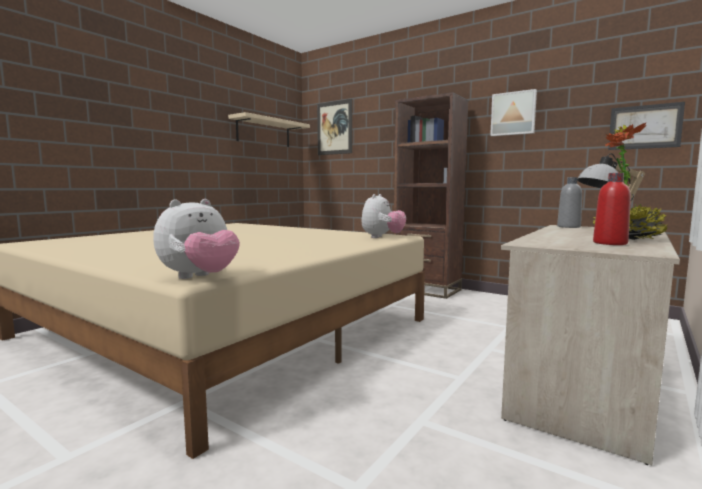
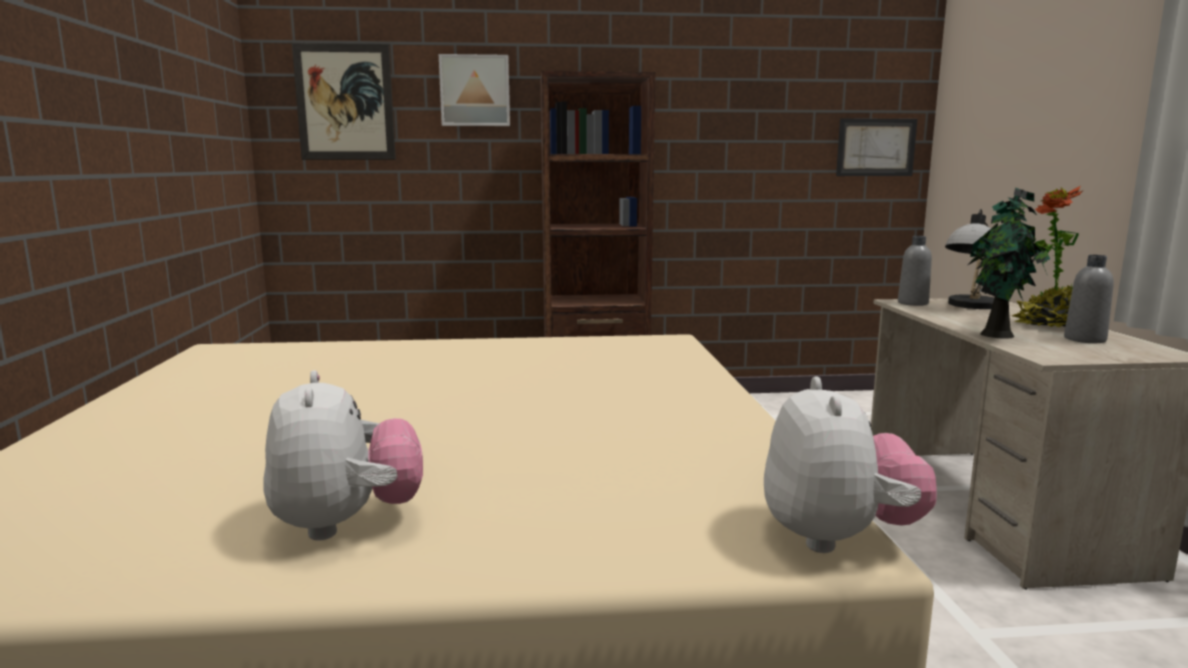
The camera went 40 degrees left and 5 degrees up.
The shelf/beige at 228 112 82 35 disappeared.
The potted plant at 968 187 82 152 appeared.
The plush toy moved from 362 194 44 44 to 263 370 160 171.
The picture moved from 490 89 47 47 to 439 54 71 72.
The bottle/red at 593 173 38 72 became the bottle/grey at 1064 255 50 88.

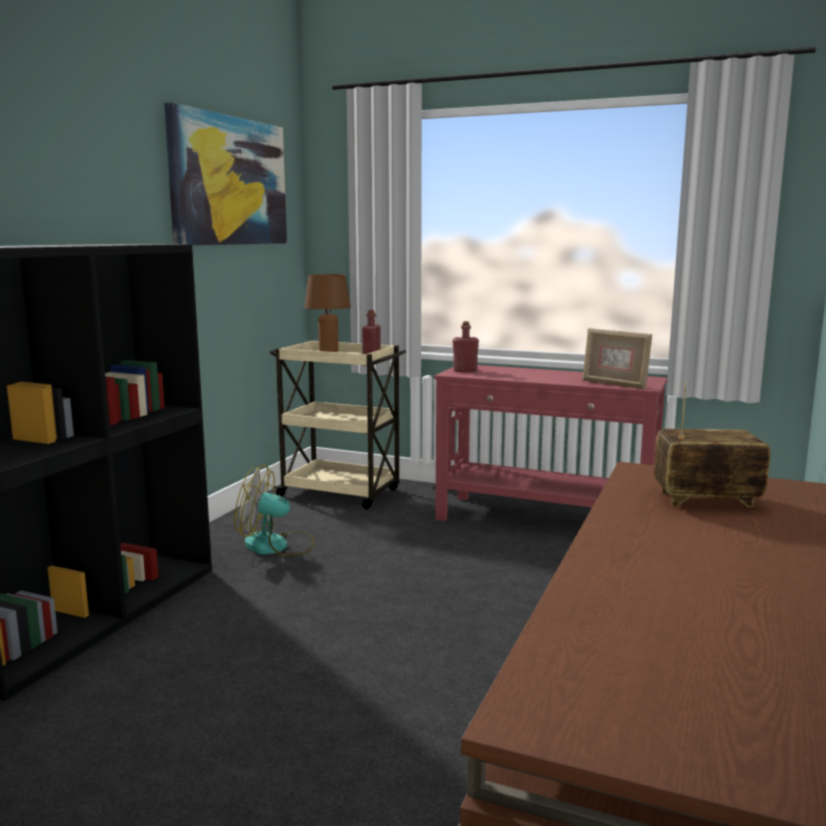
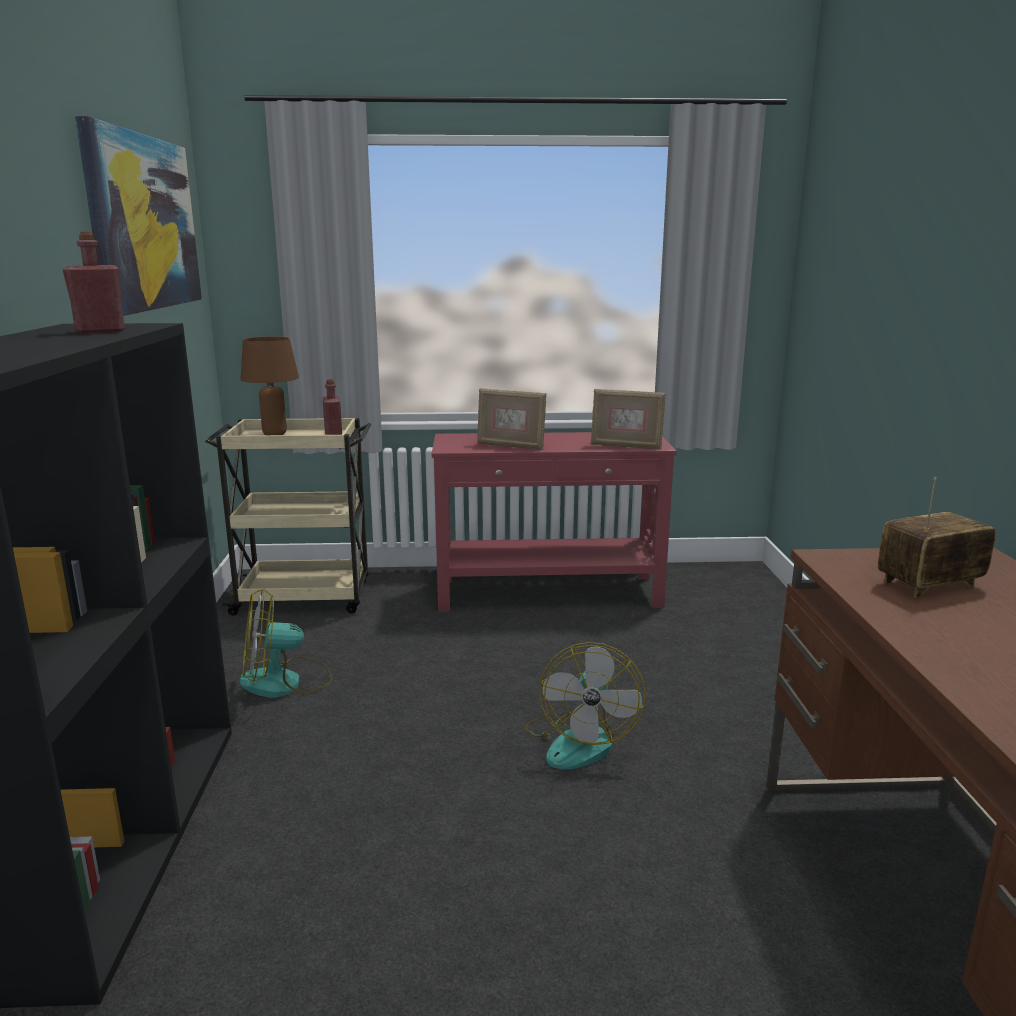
The camera went 25 degrees left and 5 degrees up.
The picture frame at 477 388 69 62 appeared.
The fan at 525 642 121 128 appeared.
The bottle/red moved from 452 321 27 51 to 62 232 63 102.

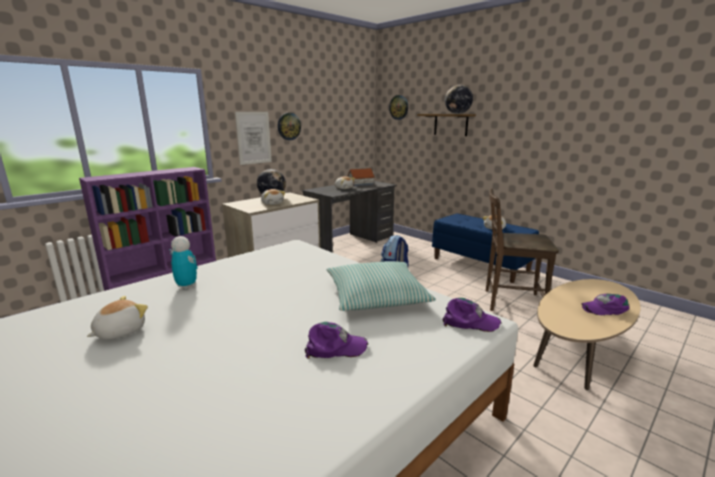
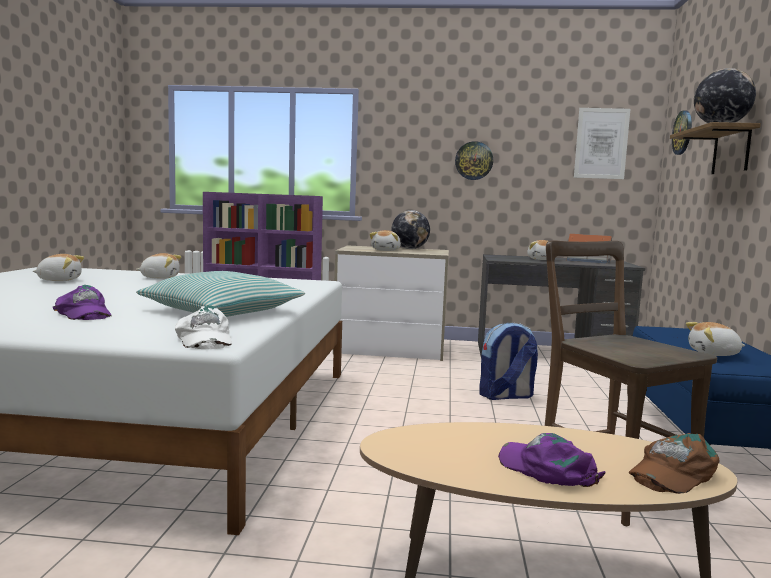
The camera went 50 degrees right and 10 degrees down.
The cap/brown at 629 433 91 61 appeared.
The picture moved from 235 112 37 53 to 574 108 56 71.
The toy robot at 169 236 29 53 was replaced by the plush toy at 136 253 46 26.
The cap/purple at 443 298 59 34 became the cap/white at 175 305 57 44.

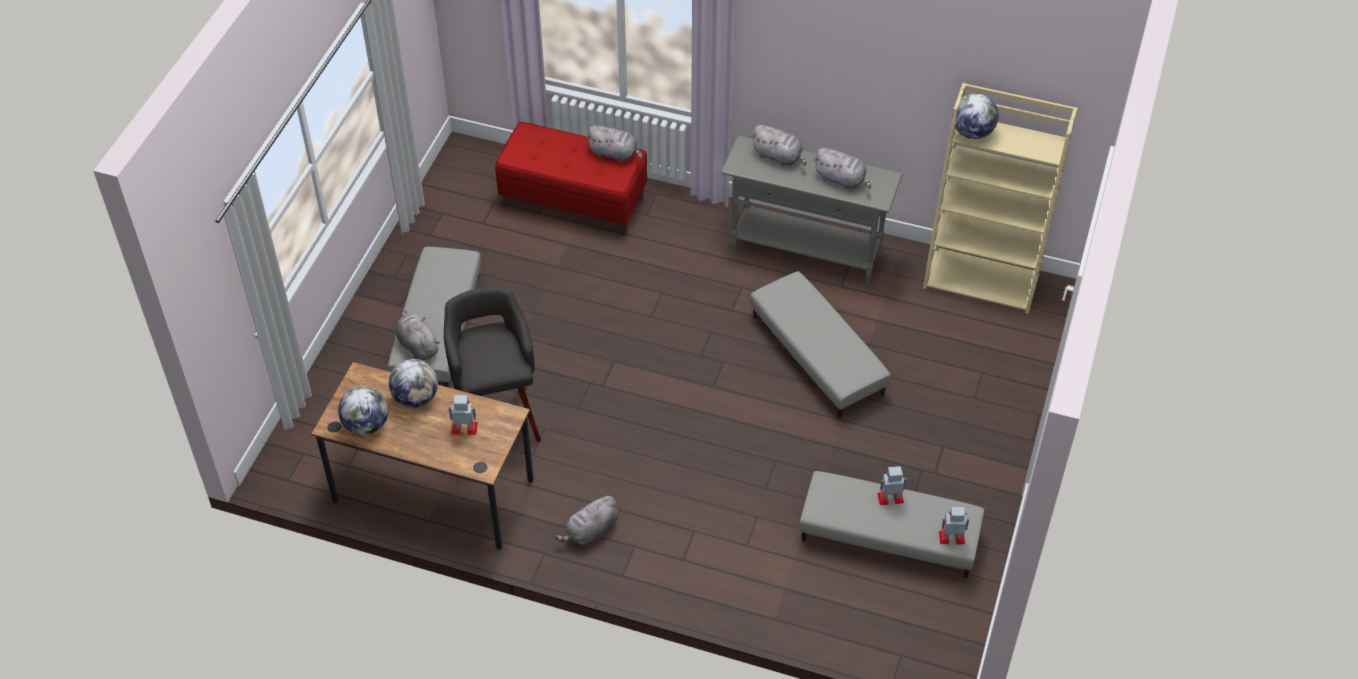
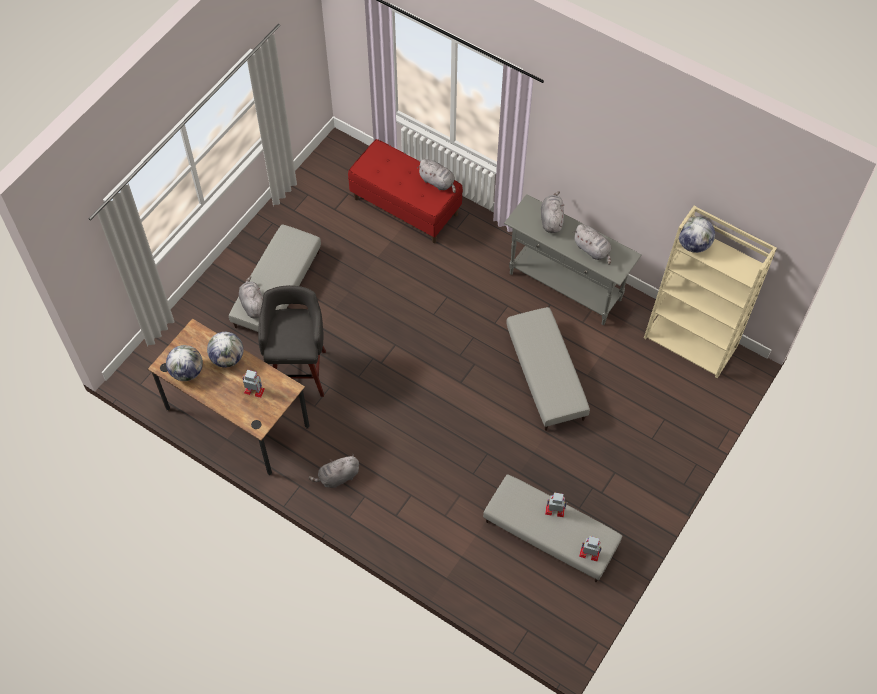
The camera went 15 degrees right and 10 degrees up.
The plush toy/grey at 751 125 55 41 turned 135 degrees counterclockwise.

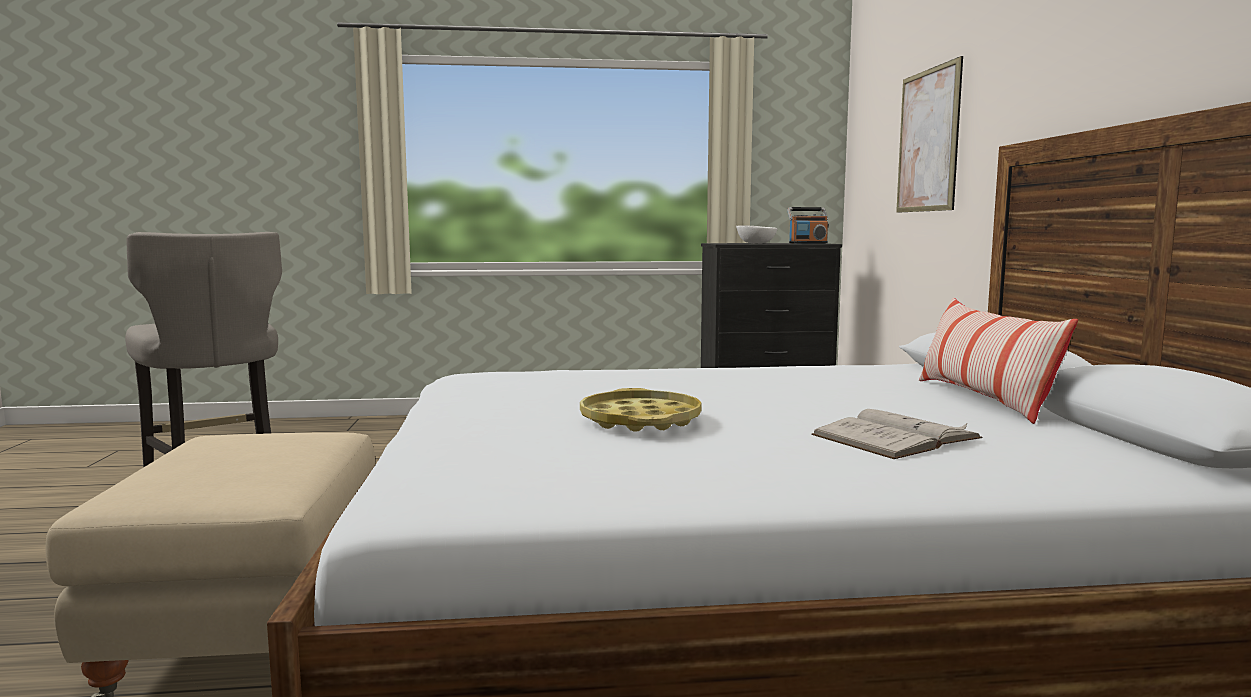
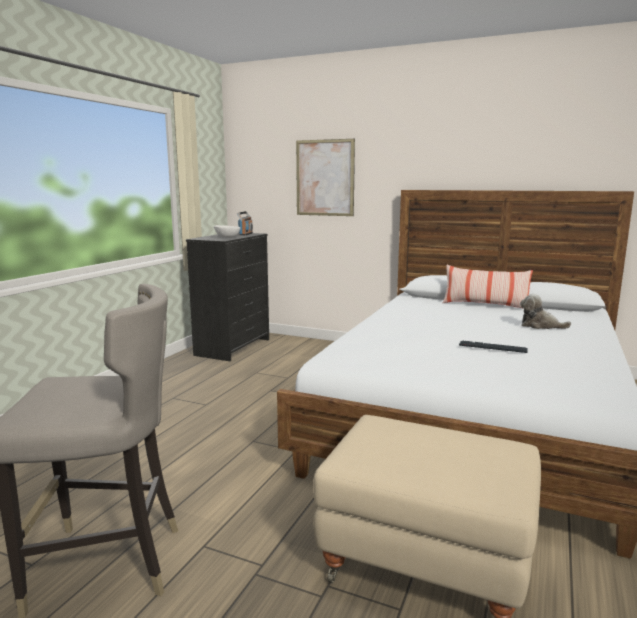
The camera went 60 degrees left and 5 degrees up.
The tray/yellow at 580 388 122 44 was replaced by the keyboard at 459 341 69 12.
The book/white at 811 409 171 50 was replaced by the plush toy at 520 294 51 35.

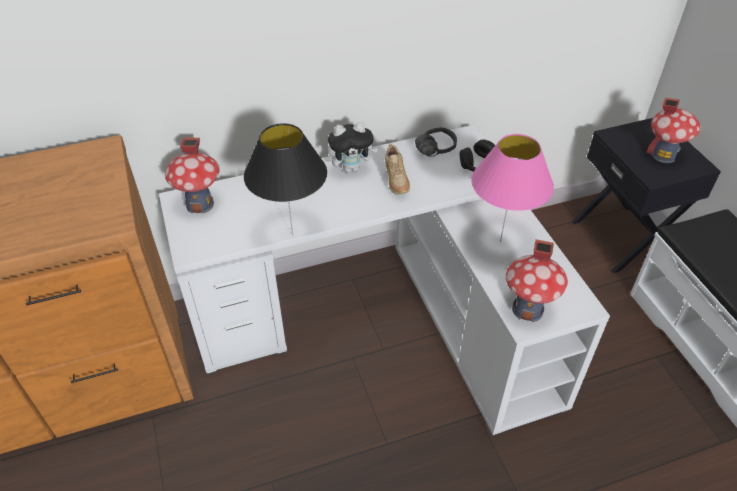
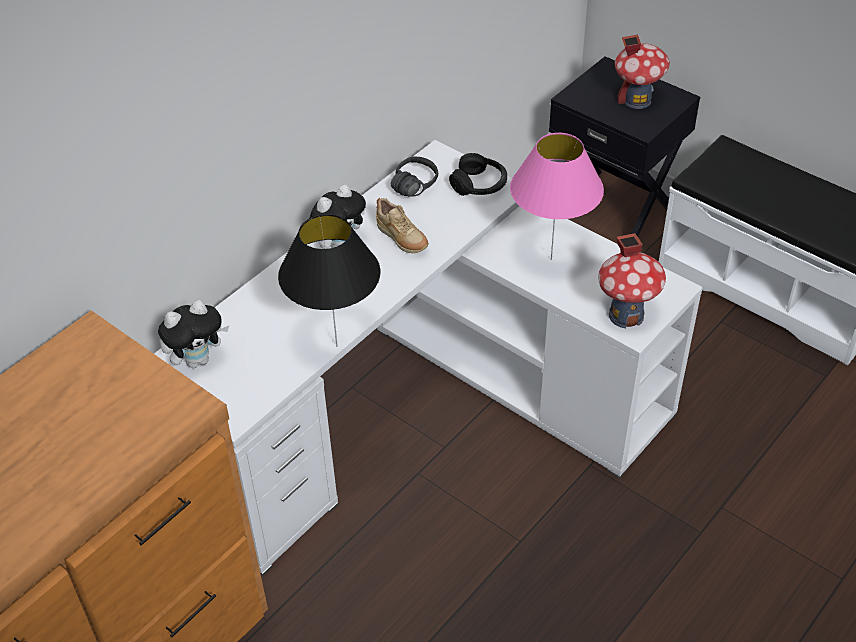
The camera went 30 degrees left and 0 degrees up.
The toy house at 165 138 55 75 was replaced by the plush toy at 158 300 71 68.

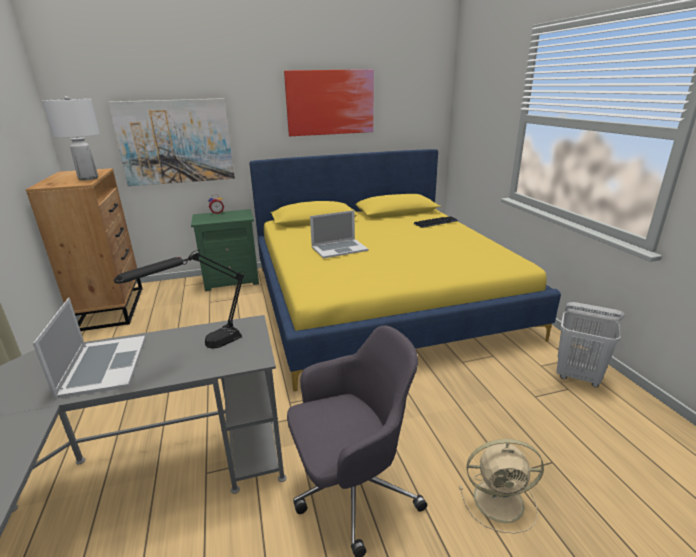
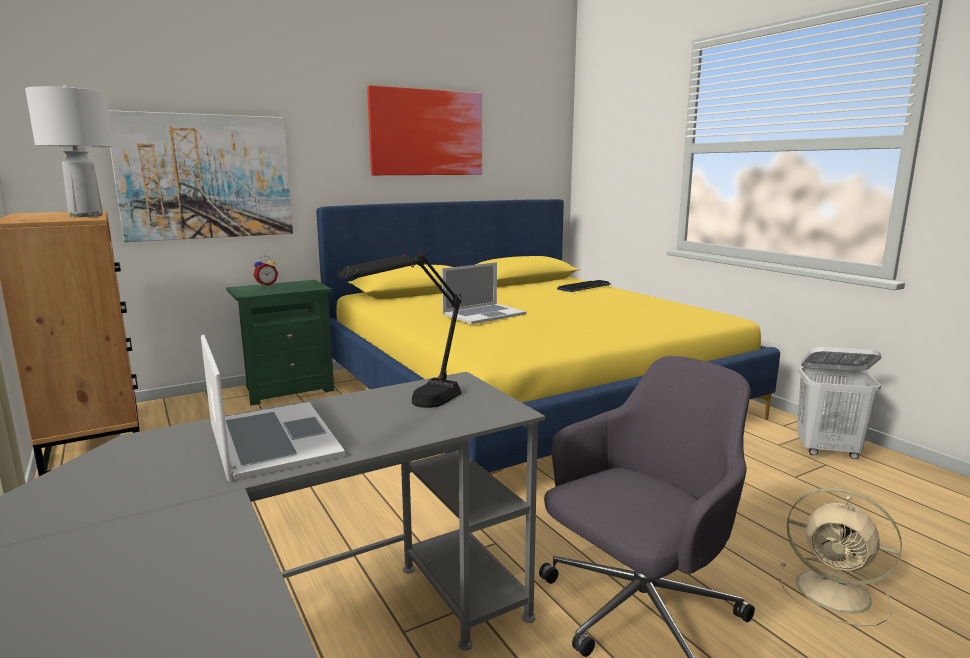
The camera went 15 degrees left and 10 degrees down.
The fan/beige at 459 439 85 95 turned 45 degrees clockwise.

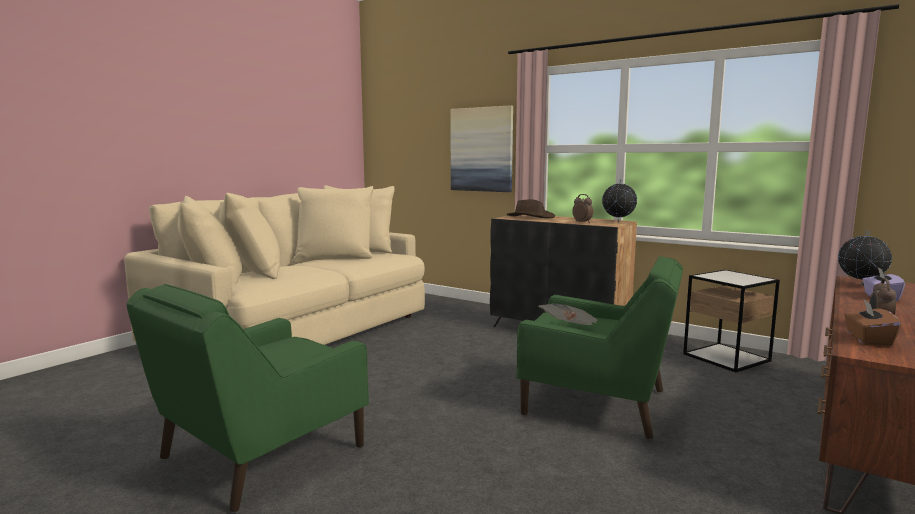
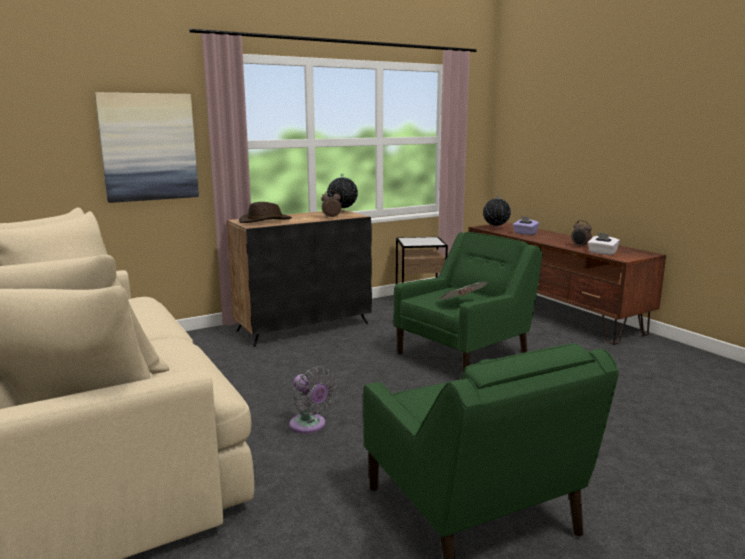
The camera went 65 degrees left and 5 degrees up.
The fan/grey at 290 366 47 67 appeared.
The tissue box/brown at 844 300 57 47 became the tissue box/white at 588 233 32 22.

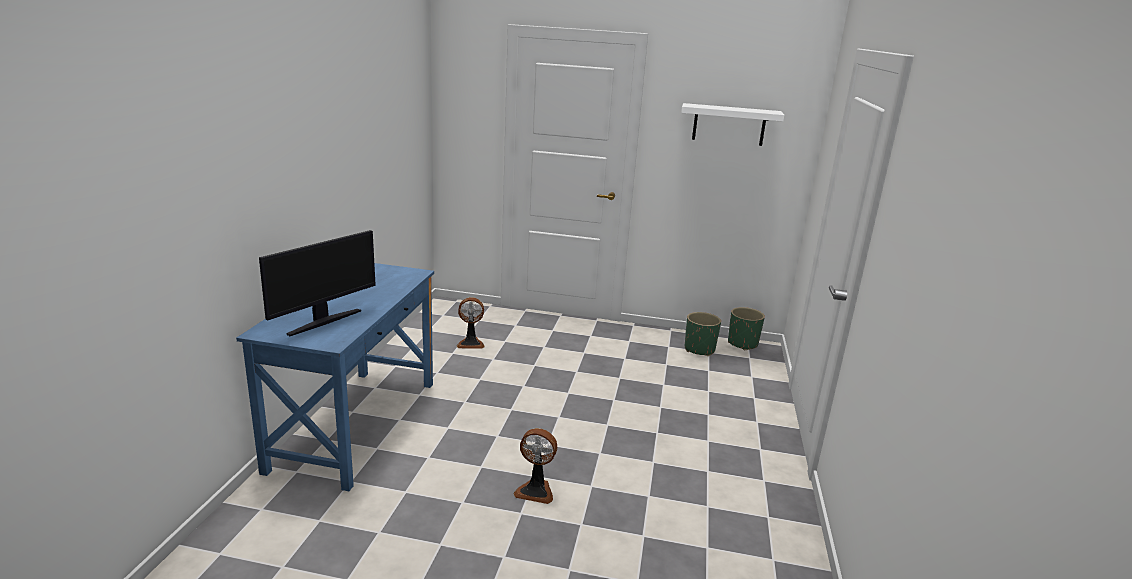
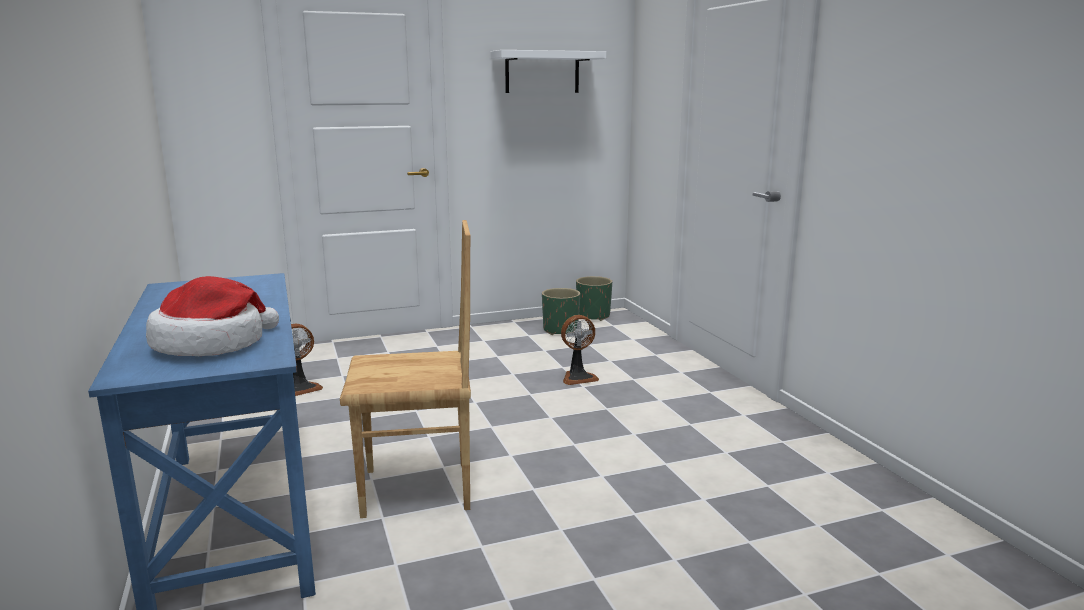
The camera went 30 degrees left and 5 degrees down.
The chair/brown at 340 220 131 298 appeared.
The fan moved from 514 428 43 76 to 561 315 38 70.
The monitor at 259 230 117 106 was replaced by the hat at 146 276 133 80.

